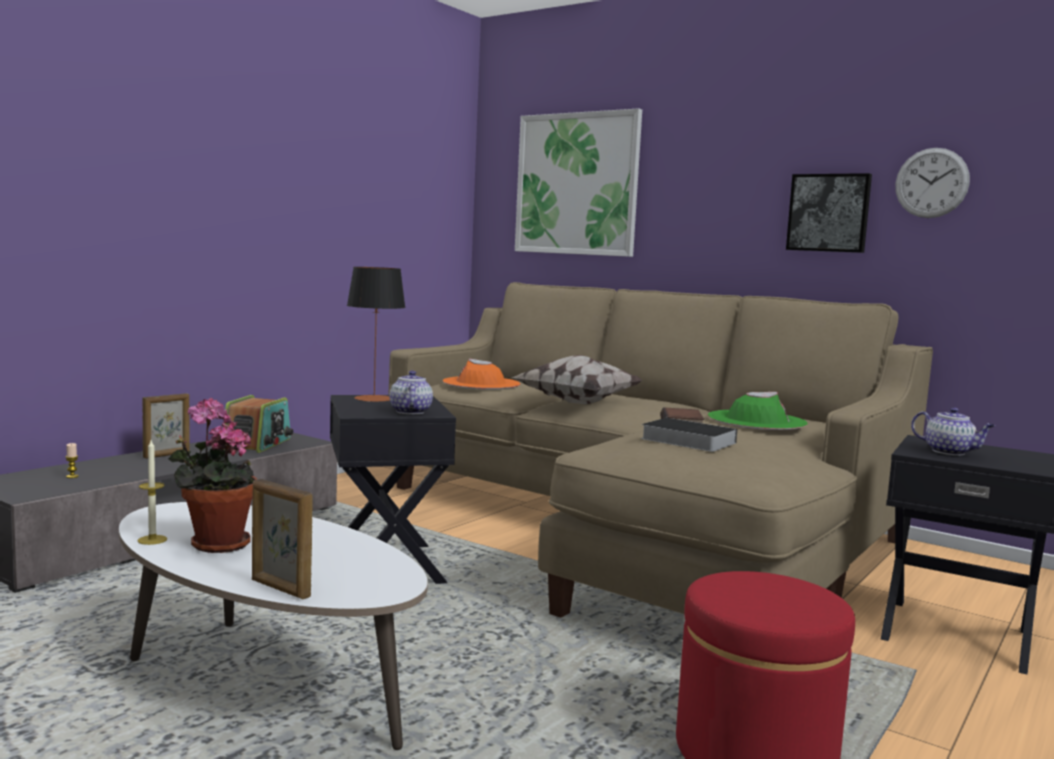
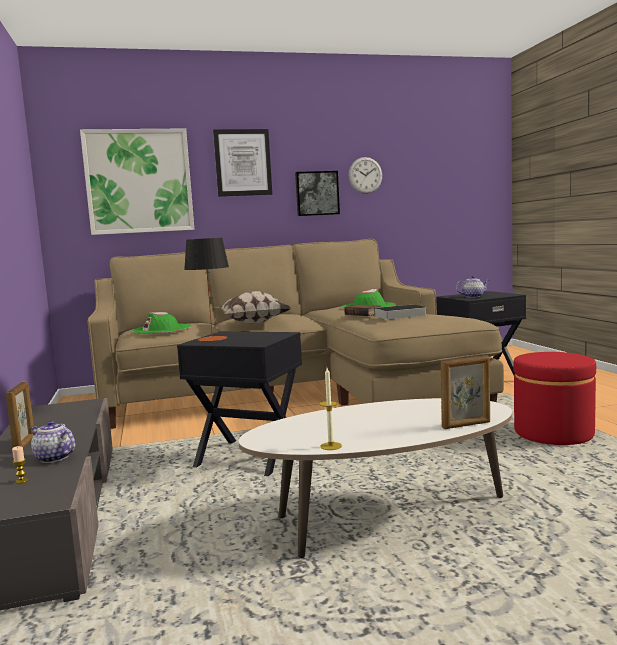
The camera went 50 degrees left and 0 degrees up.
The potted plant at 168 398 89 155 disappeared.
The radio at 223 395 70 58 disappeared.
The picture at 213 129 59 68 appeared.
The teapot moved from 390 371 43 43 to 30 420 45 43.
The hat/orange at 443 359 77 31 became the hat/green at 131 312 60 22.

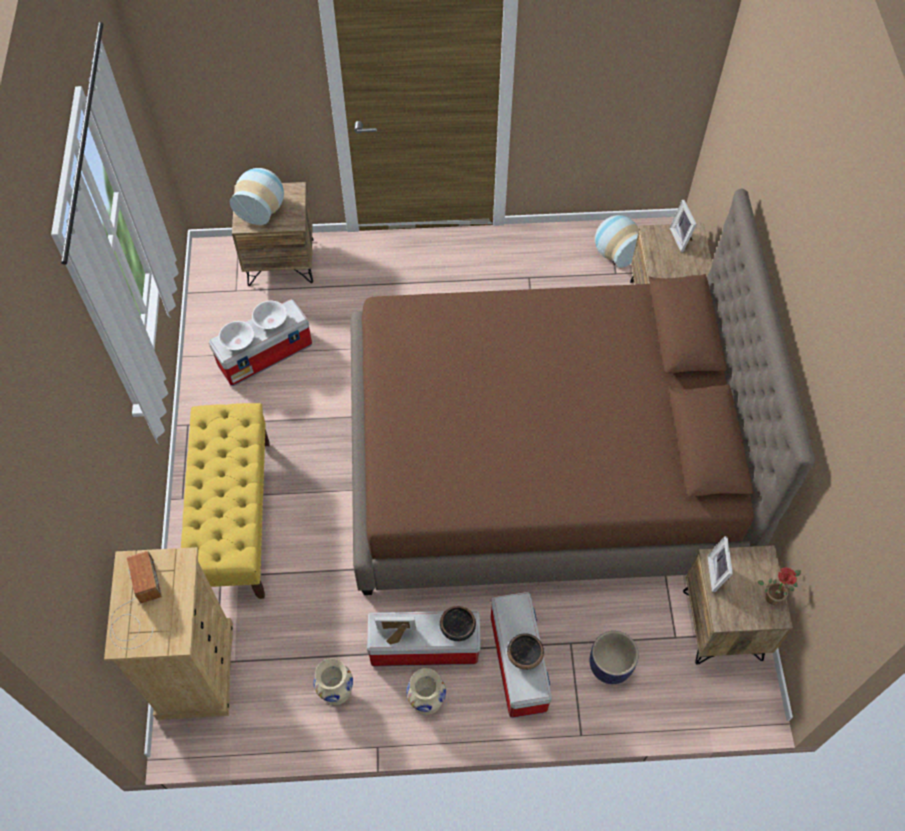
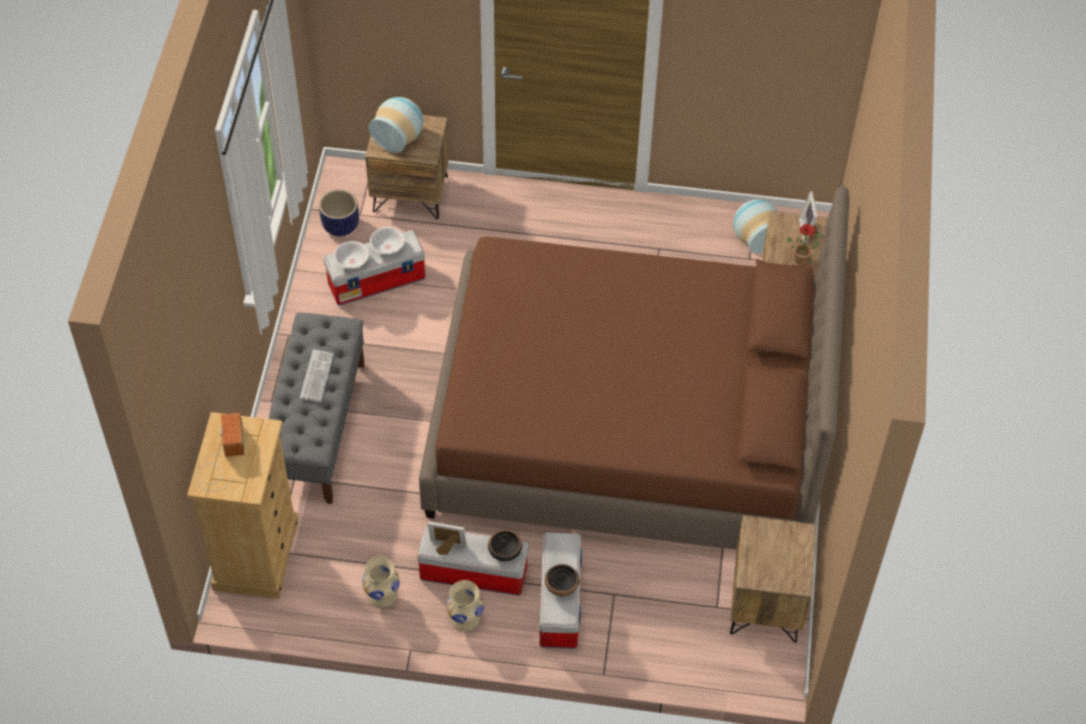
The camera went 10 degrees right and 5 degrees down.
The picture frame at 707 536 26 56 disappeared.
The keyboard at 300 349 34 53 appeared.
The planter moved from 590 631 49 53 to 319 189 40 47.
The potted plant moved from 758 568 43 37 to 787 224 36 41.
The bench/yellow at 181 403 89 196 became the bench/grey at 269 313 96 191.

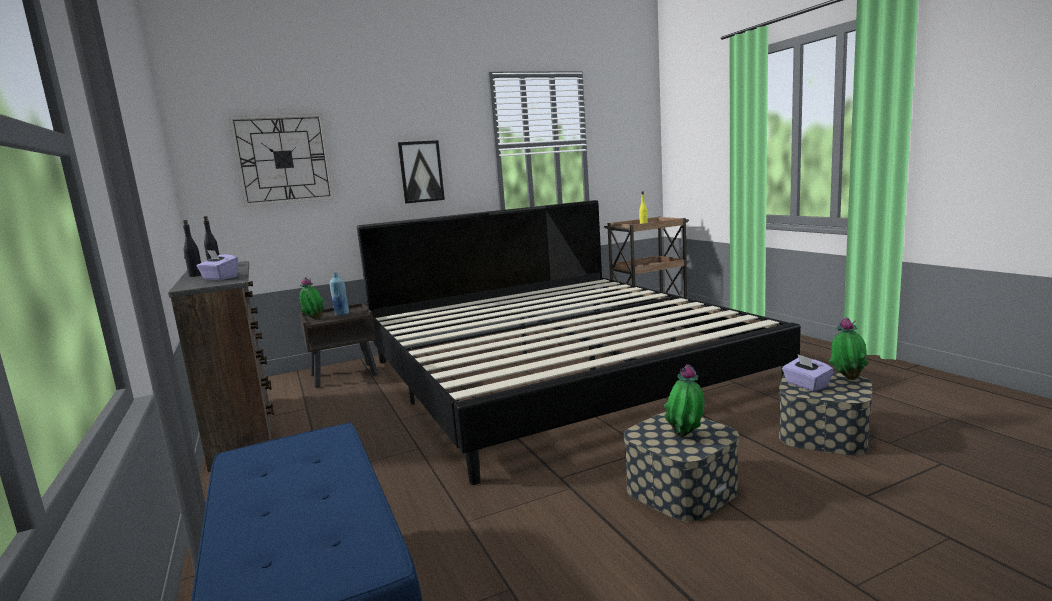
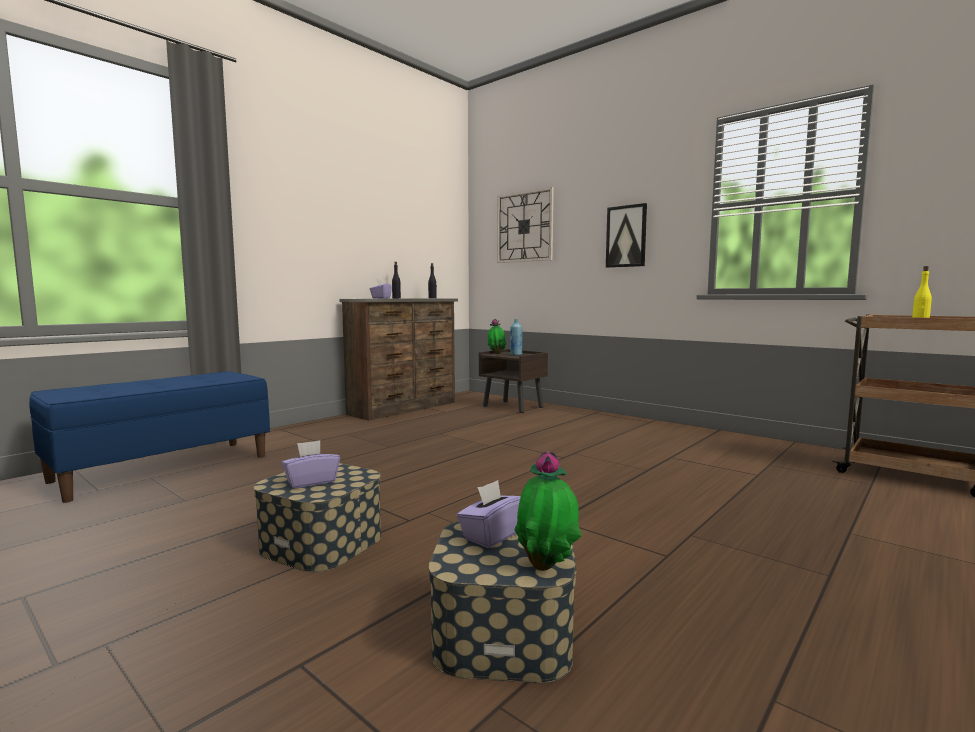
The camera went 65 degrees right and 5 degrees down.
The bed at 357 200 444 285 disappeared.
The potted plant at 664 364 40 73 was replaced by the tissue box/purple at 281 440 59 49.

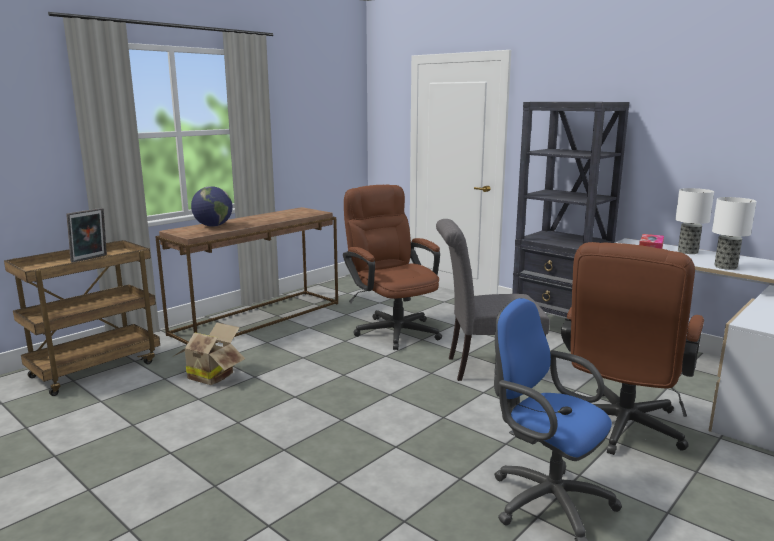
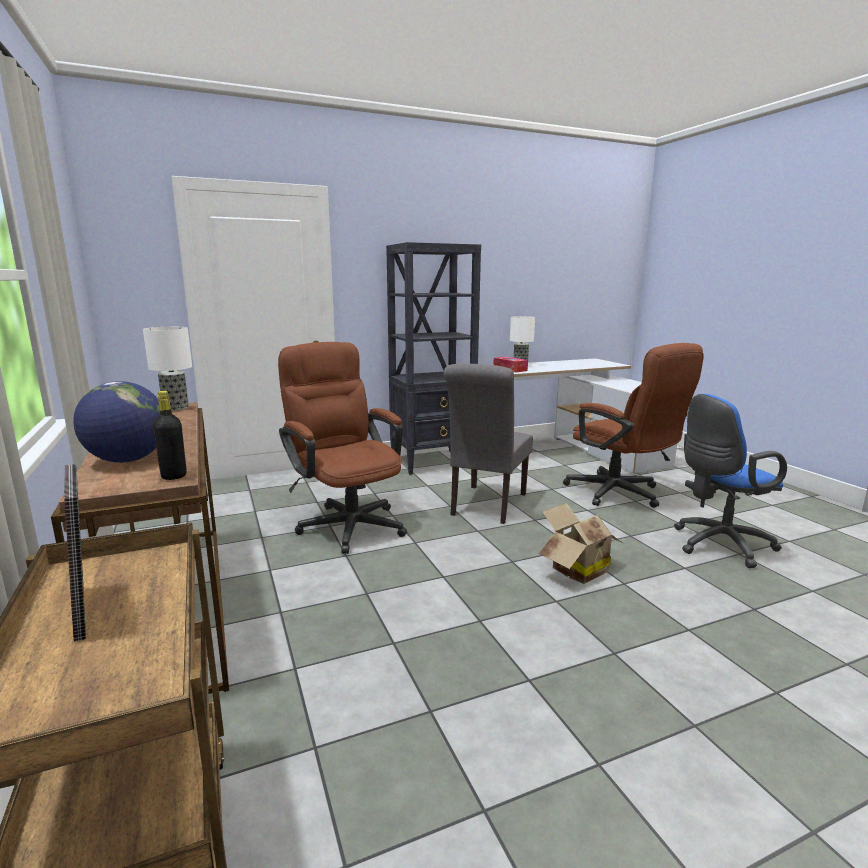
The camera went 65 degrees left and 0 degrees up.
The bottle/black at 153 391 34 89 appeared.
The cardboard box moved from 174 323 72 62 to 539 503 84 81.
The table lamp moved from 712 197 45 73 to 143 327 49 84.
The office chair/brown at 343 185 99 165 turned 60 degrees clockwise.

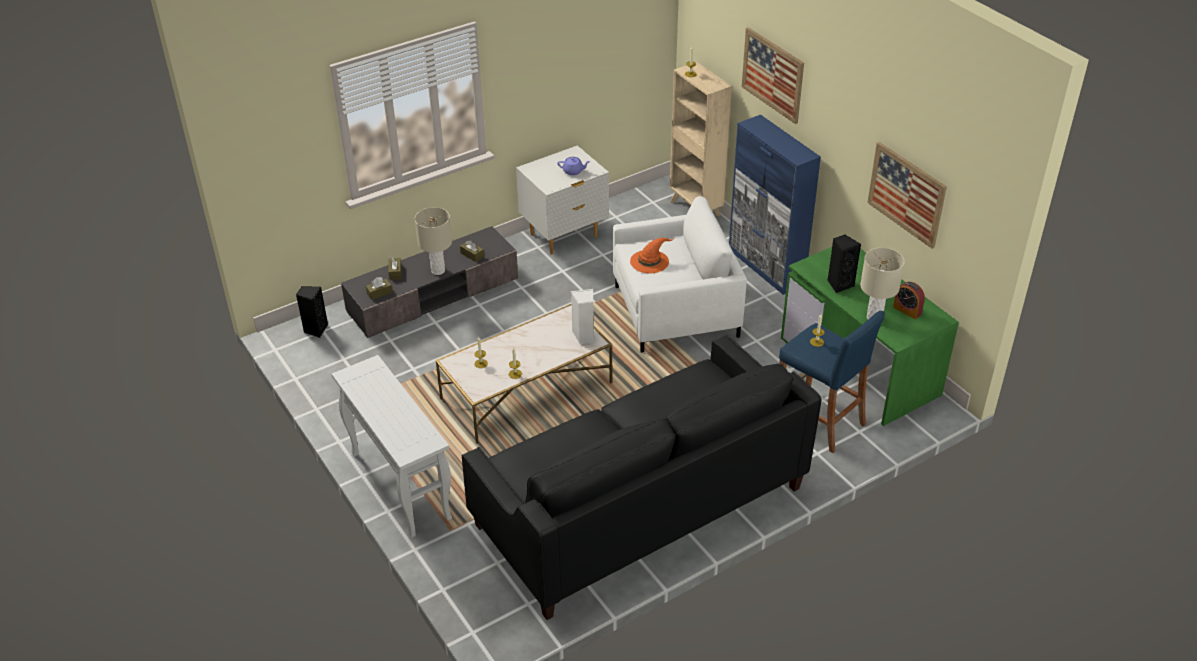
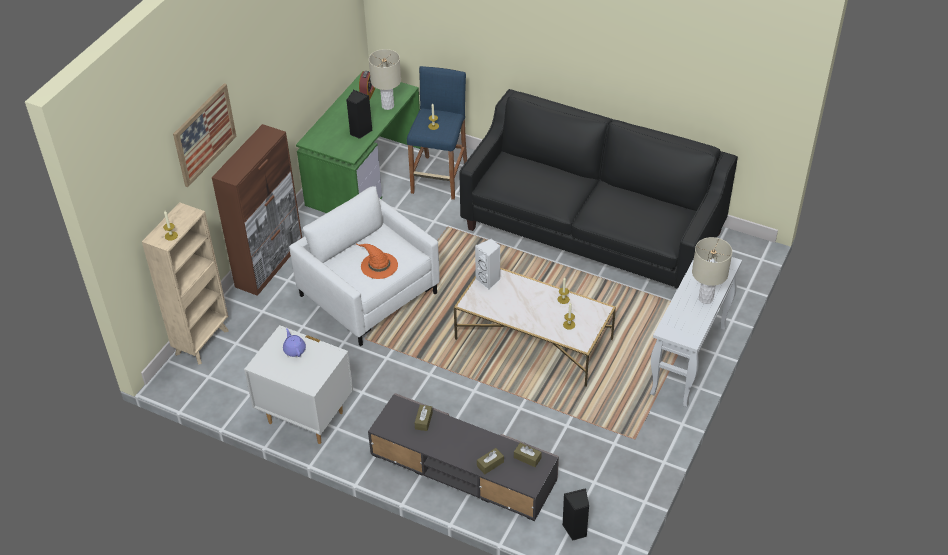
The camera went 120 degrees left and 5 degrees up.
The picture at 868 142 79 107 disappeared.
The table lamp/beige moved from 415 207 37 68 to 692 237 40 67.
The cabinet/blue at 729 115 92 180 became the cabinet/brown at 212 124 90 172.

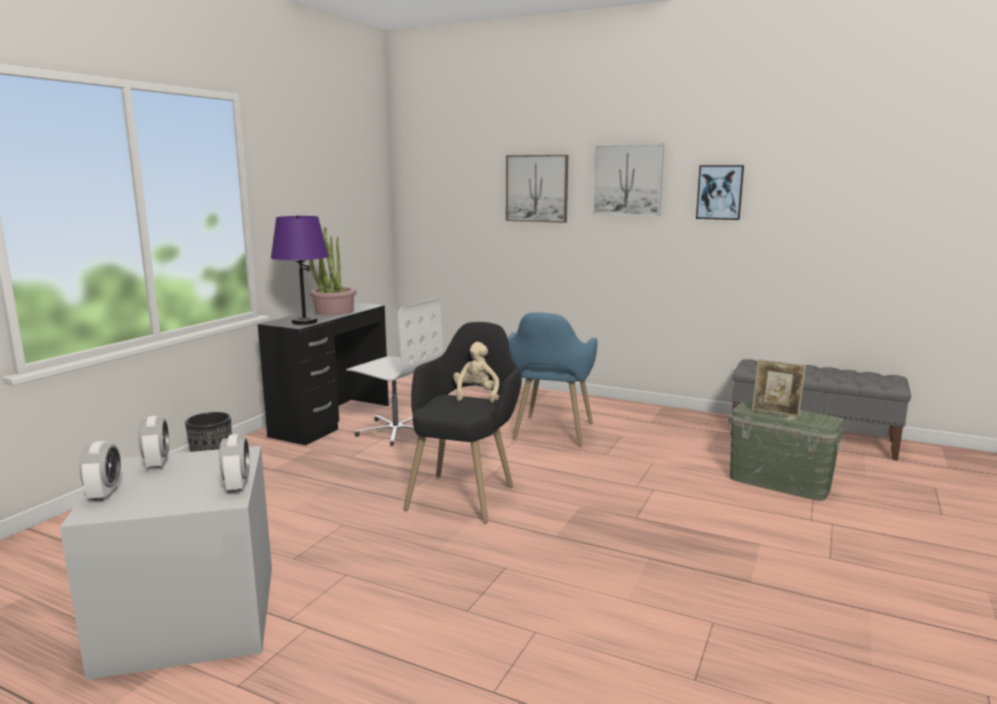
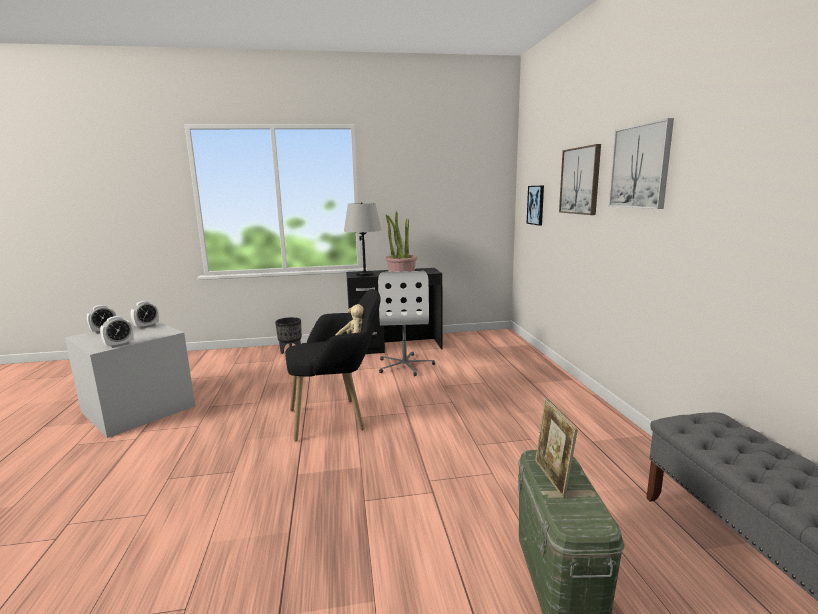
The camera went 55 degrees right and 0 degrees up.
The armchair/blue at 507 312 90 135 disappeared.
The picture moved from 696 165 48 55 to 526 185 18 41.
The table lamp/purple at 271 215 58 110 became the table lamp/grey at 344 202 38 74.

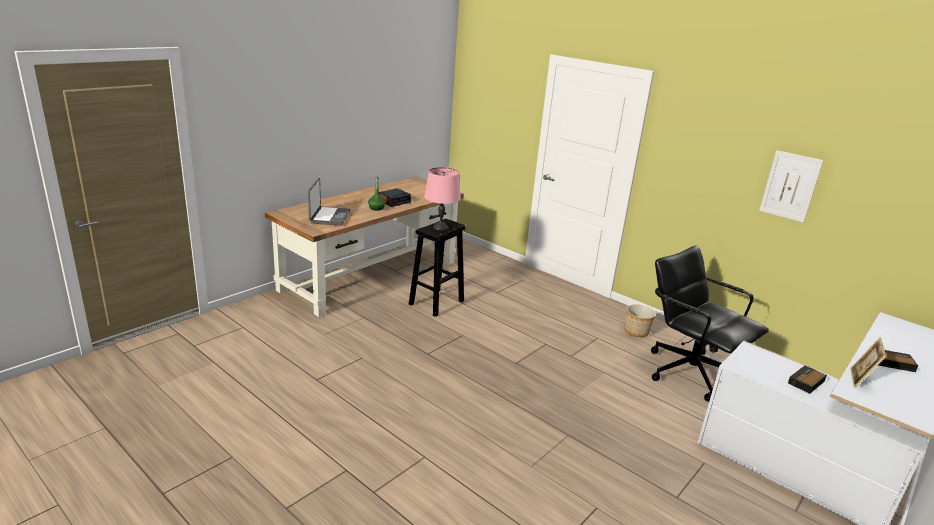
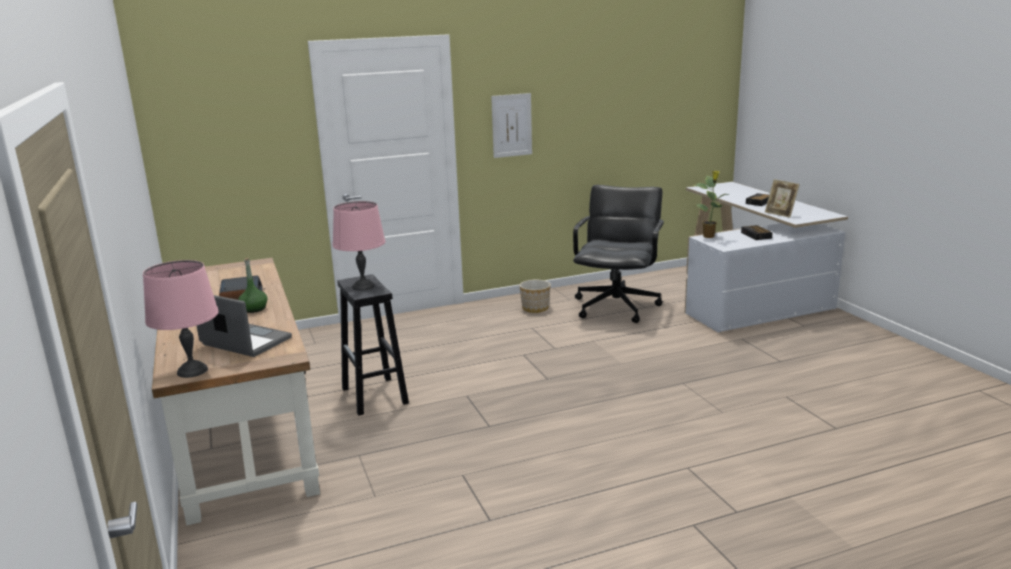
The camera went 60 degrees left and 5 degrees down.
The table lamp/pink at 143 260 76 118 appeared.
The potted plant at 694 171 37 67 appeared.
The picture moved from 759 150 65 73 to 491 93 41 65.
The office chair/black at 651 245 118 157 turned 120 degrees clockwise.

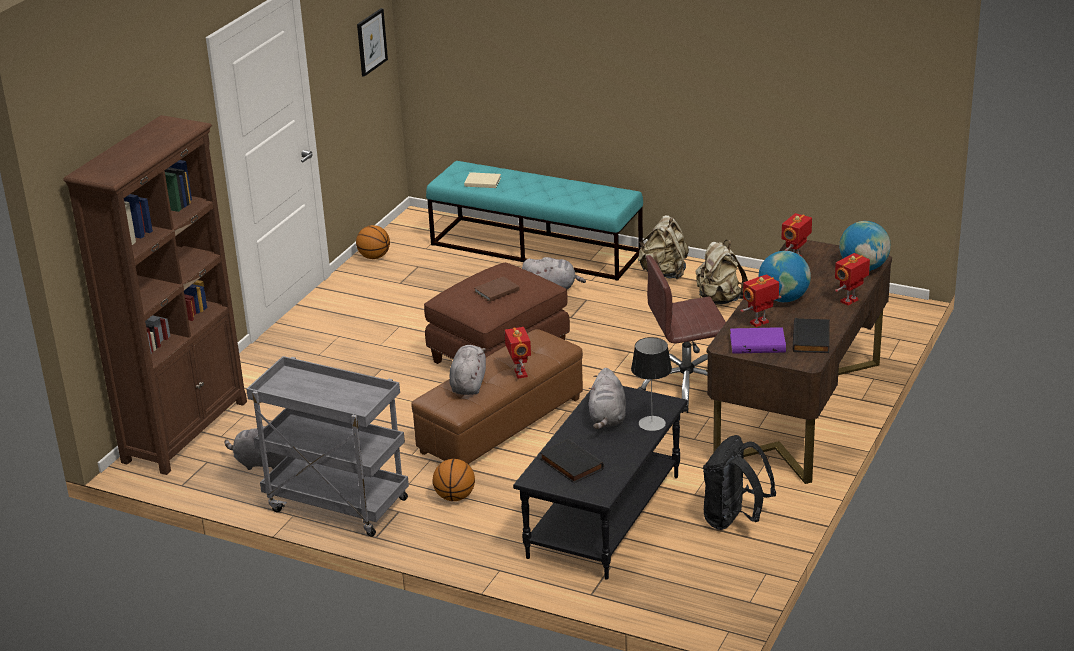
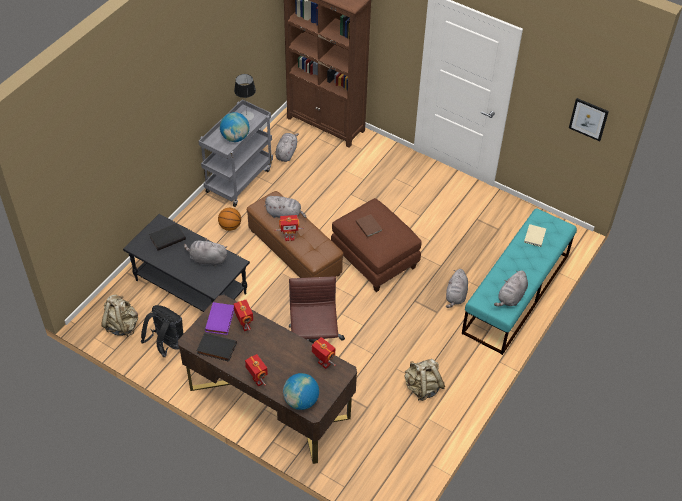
The camera went 95 degrees right and 20 degrees up.
The basketball at 356 225 34 34 disappeared.
The plush toy/grey at 494 270 34 36 appeared.
The table lamp moved from 631 337 41 94 to 234 74 22 47.
The backpack/beige moved from 638 215 51 64 to 101 295 37 42.
The globe moved from 758 251 53 51 to 220 112 30 30.

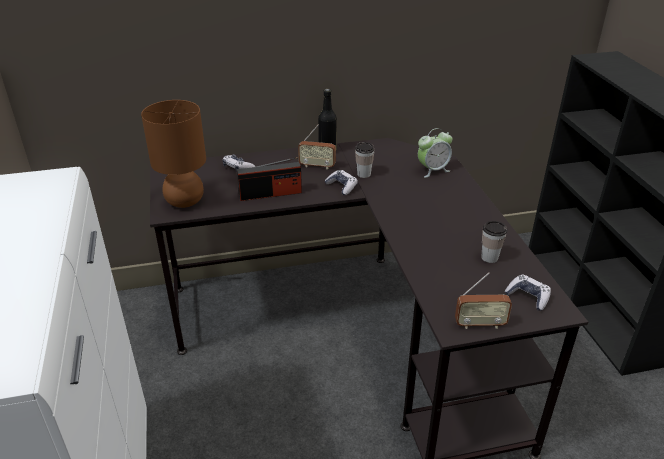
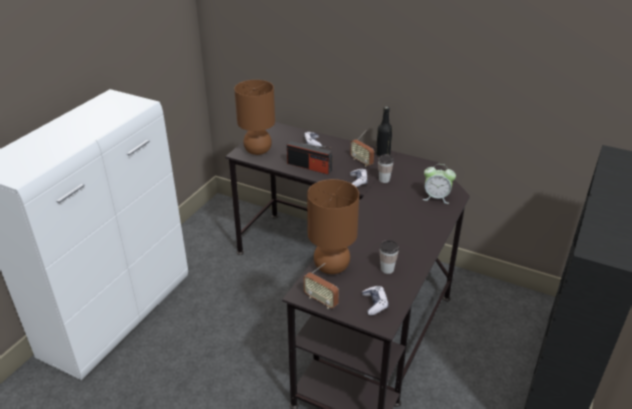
The camera went 40 degrees right and 0 degrees up.
The table lamp/brown at 307 179 52 95 appeared.

